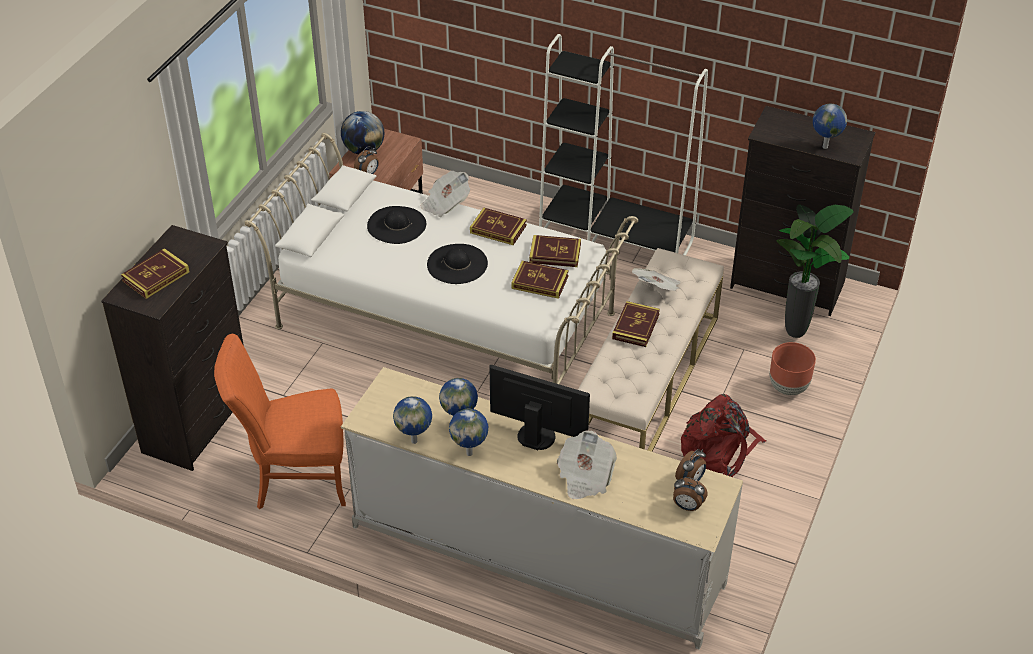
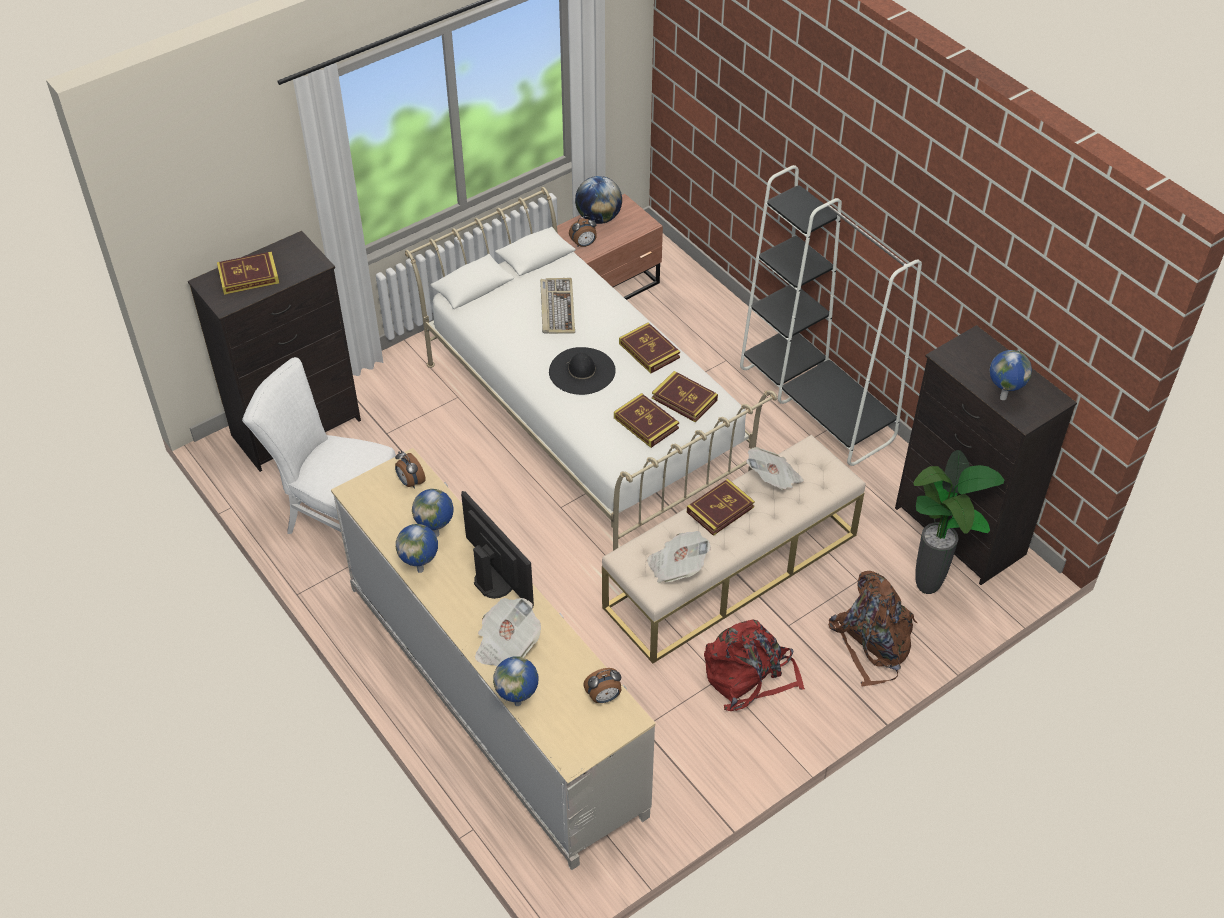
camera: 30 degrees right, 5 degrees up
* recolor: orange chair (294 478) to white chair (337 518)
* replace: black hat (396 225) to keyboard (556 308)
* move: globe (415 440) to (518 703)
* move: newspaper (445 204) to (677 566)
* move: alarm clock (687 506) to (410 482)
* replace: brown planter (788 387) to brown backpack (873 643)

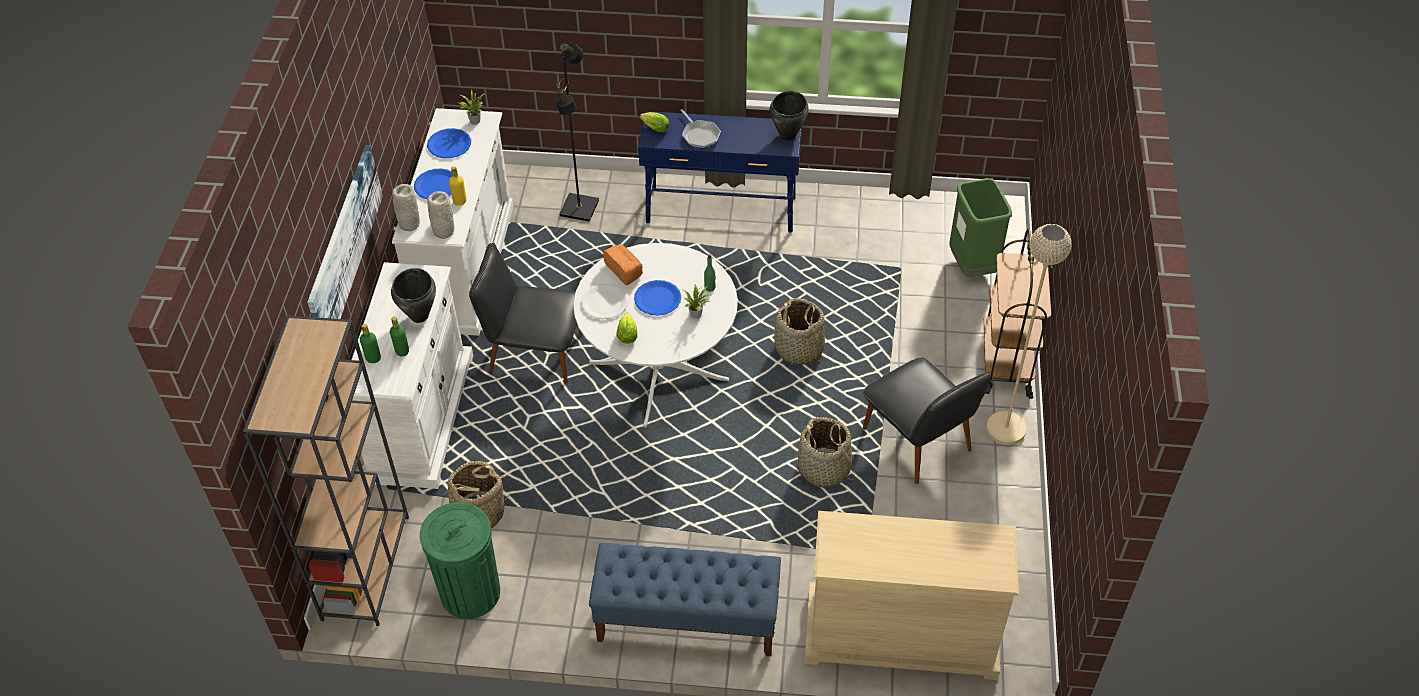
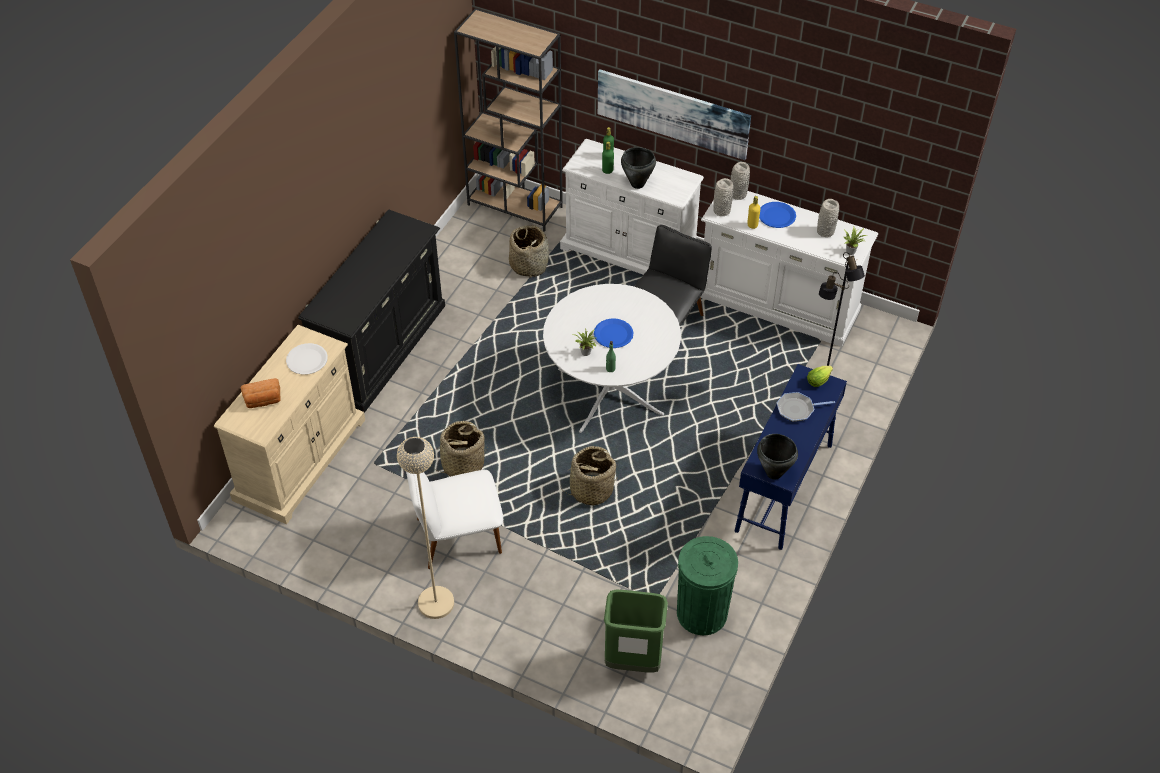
camera: 110 degrees right, 0 degrees up
* move: green trash can (470 592) to (702 613)
* replace: blue plate (449 145) to grey vase (825 231)
* move: white plate (604 302) to (307 360)
* replace: blue bench (686 620) to black cabinet (382 348)
* move: bread (624 270) to (263 401)
* delete: lettuce (627 334)
* recolor: black chair (916 439) to white chair (458 535)
* delete: brown cart (1007 360)

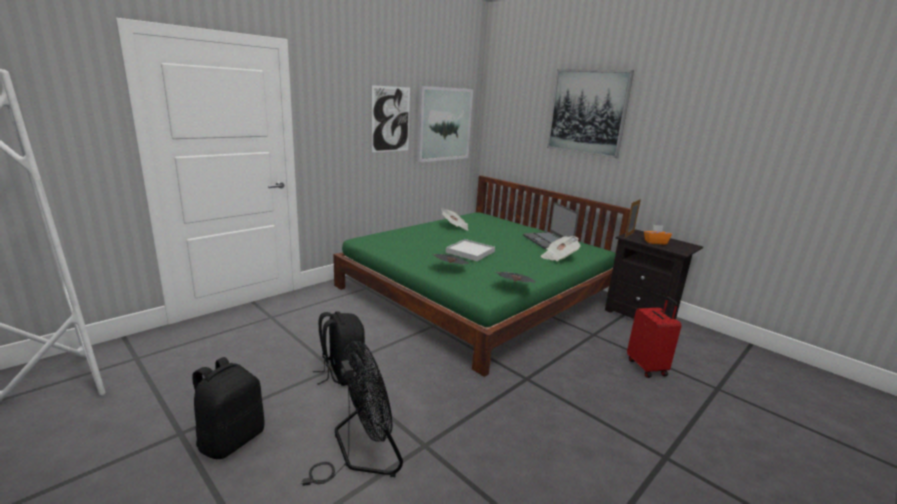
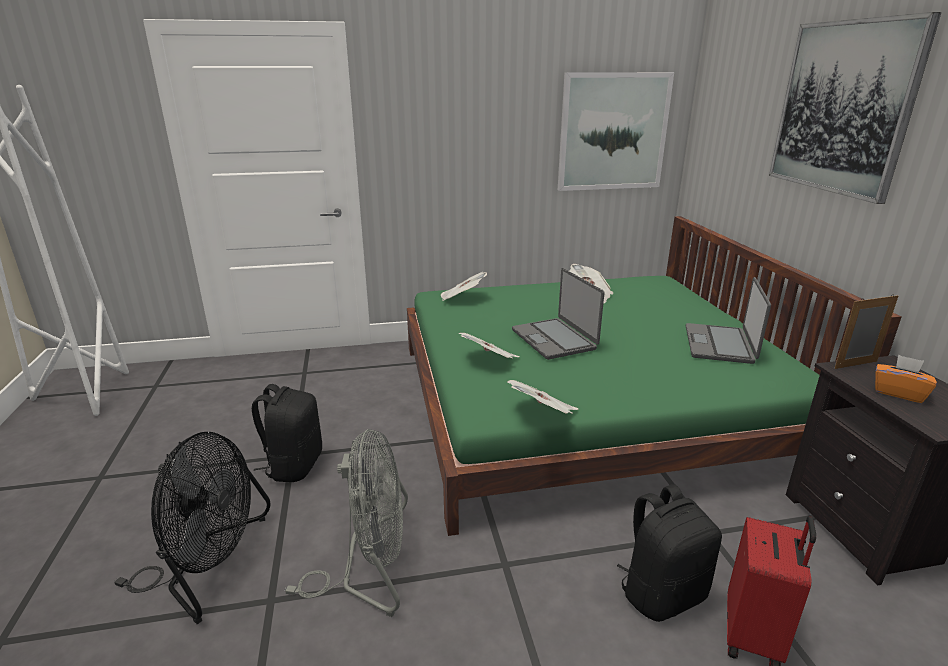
camera: 35 degrees right, 5 degrees up
* move: black backpack (231 439) to (662 593)
* delete: picture (391 119)
* replace: white tray (470 252) to laptop (554 339)
* move: newspaper (558 257) to (462 298)
* insert: grey fan (368 564)

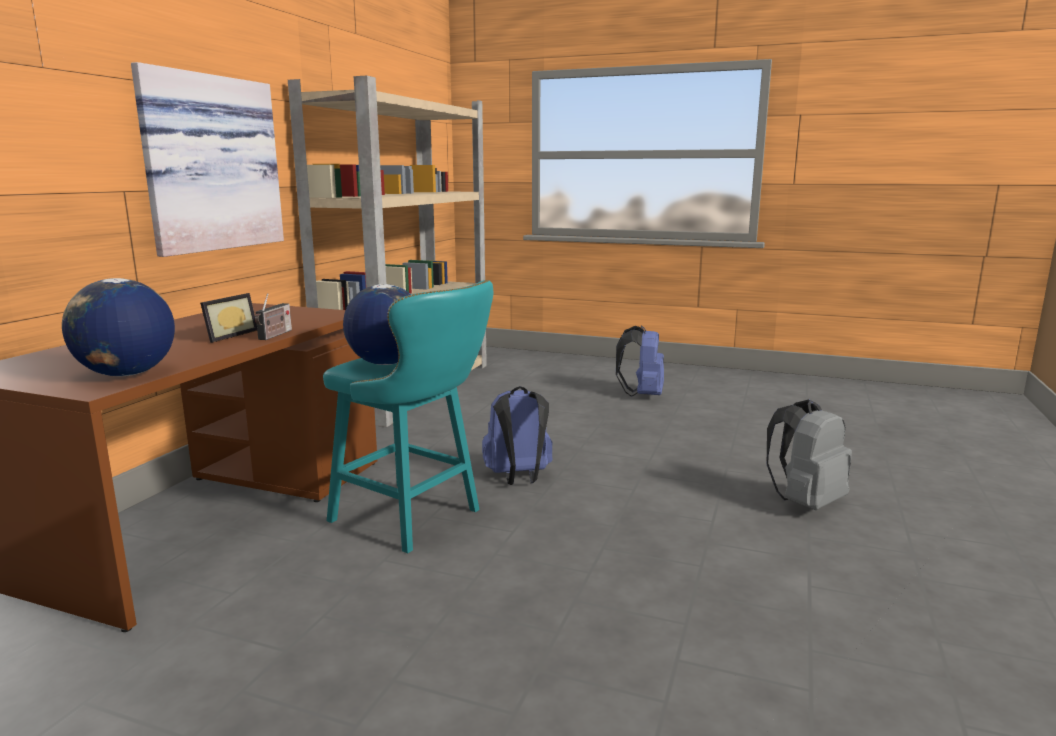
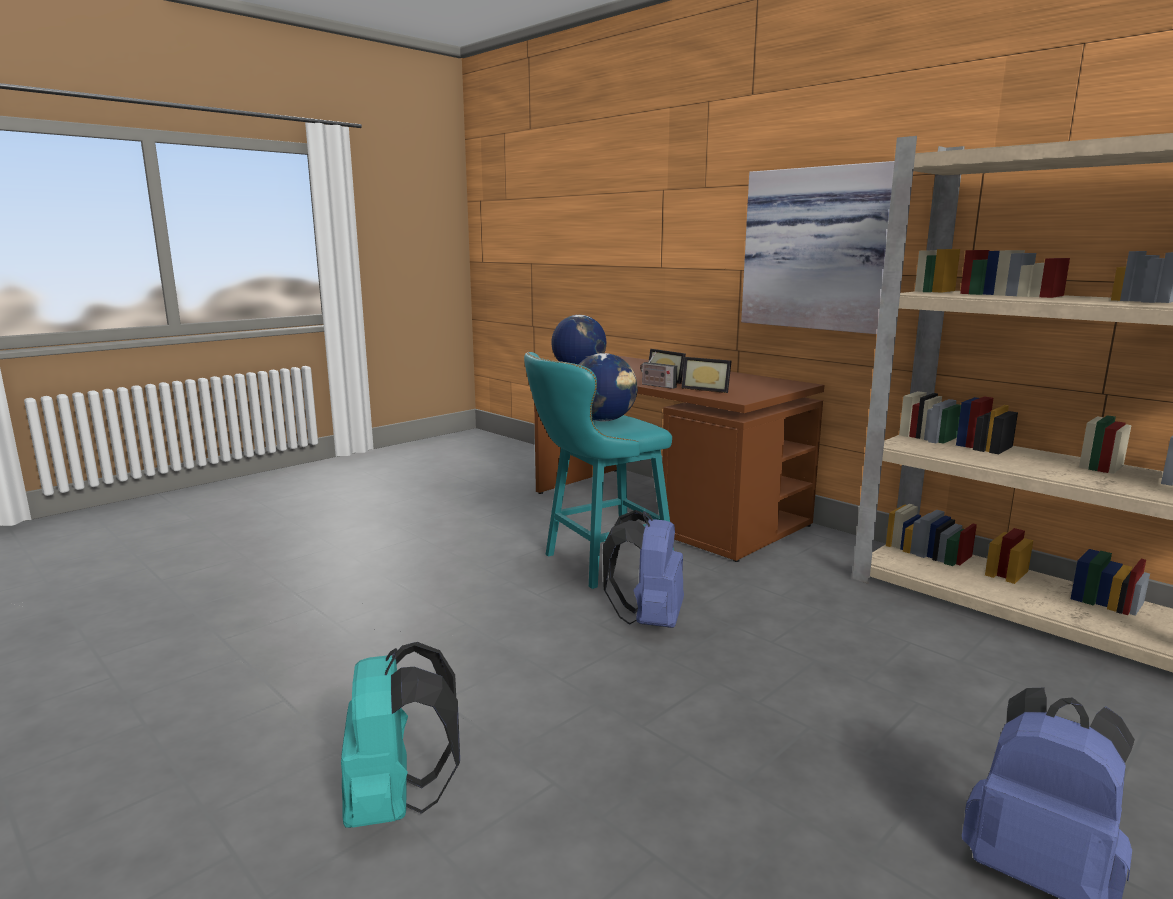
camera: 115 degrees right, 0 degrees up
* recolor: grey backpack (805 502) to turquoise backpack (396 803)
* insert: picture frame (707 389)

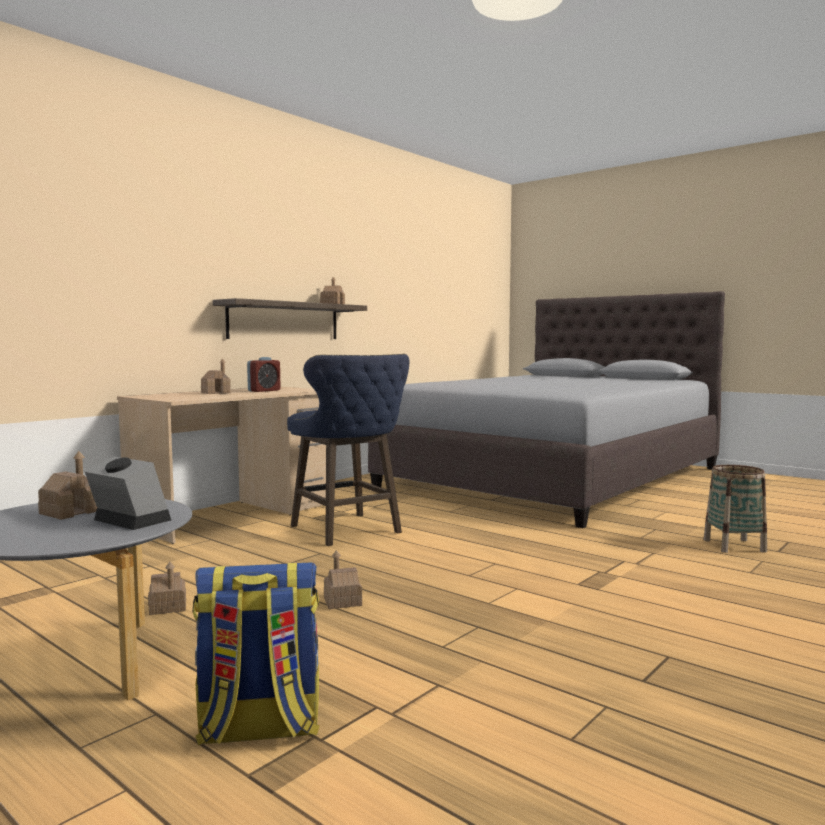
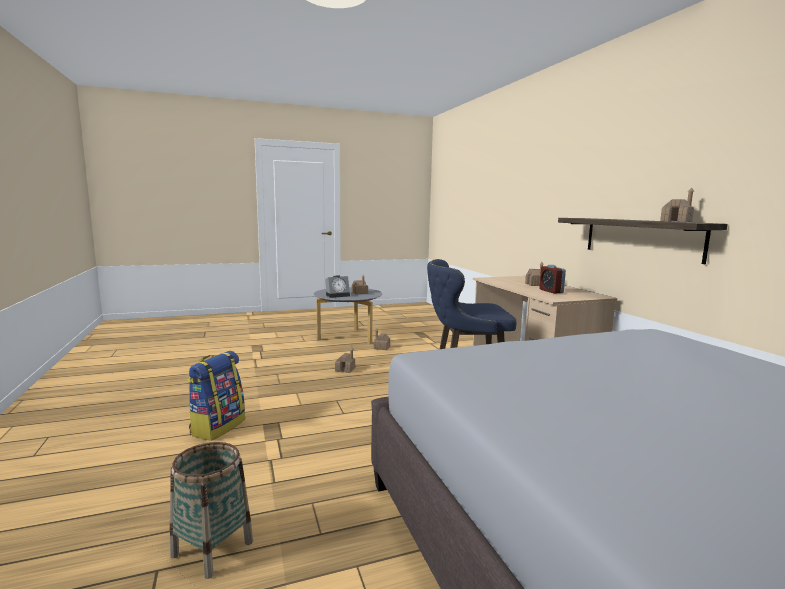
camera: 120 degrees right, 5 degrees up
* move: backpack (259 729) to (217 427)

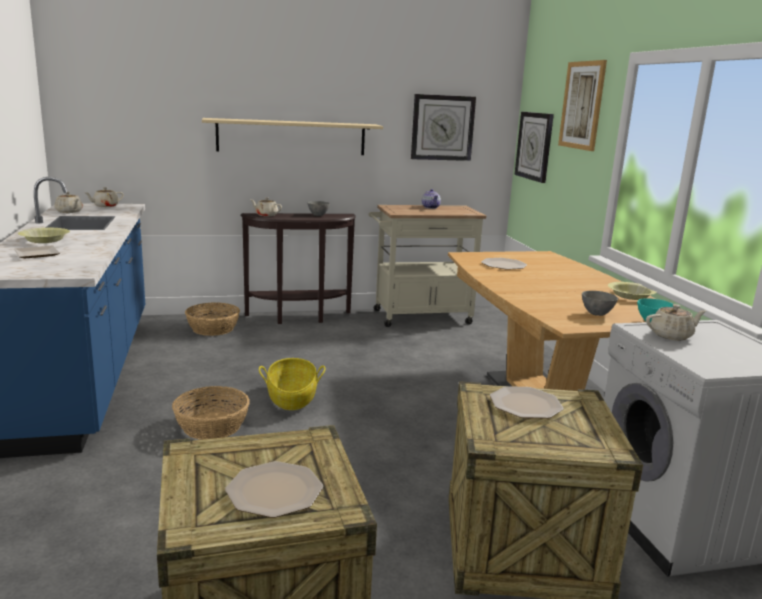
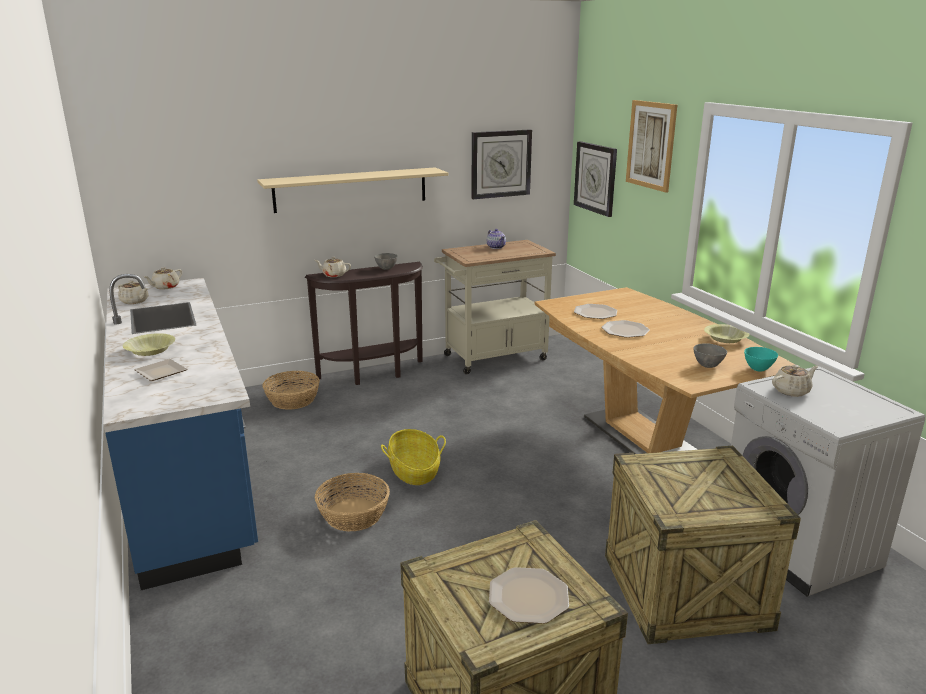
camera: 10 degrees left, 5 degrees up
* move: plate (524 404) to (624 330)

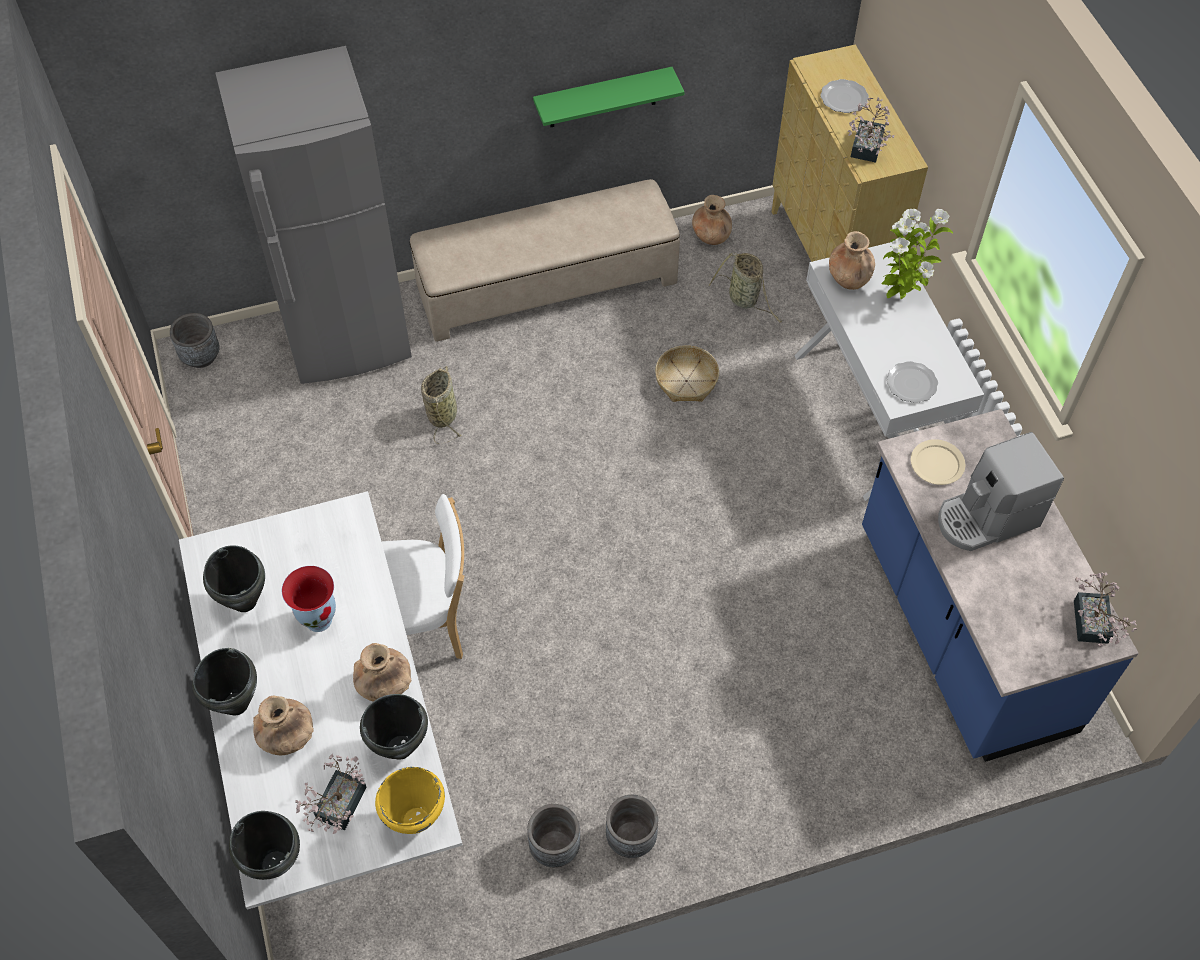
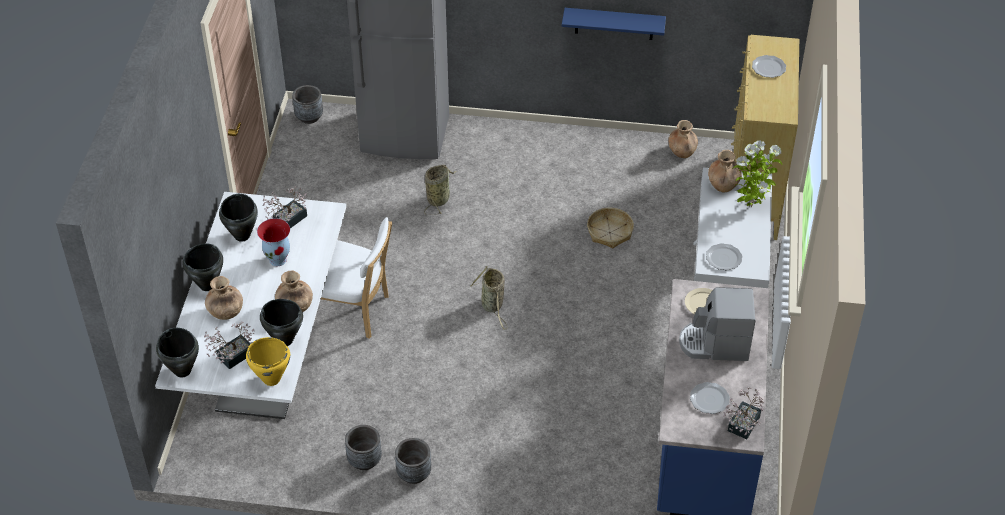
camera: 25 degrees right, 10 degrees down
* delete: beige bench (547 283)
* recolor: green shelf (603 98) to blue shelf (614 24)
* move: basket (745 300) to (493 306)
* move: potted plant (865 150) to (287 221)
* insert: plate (709 399)

